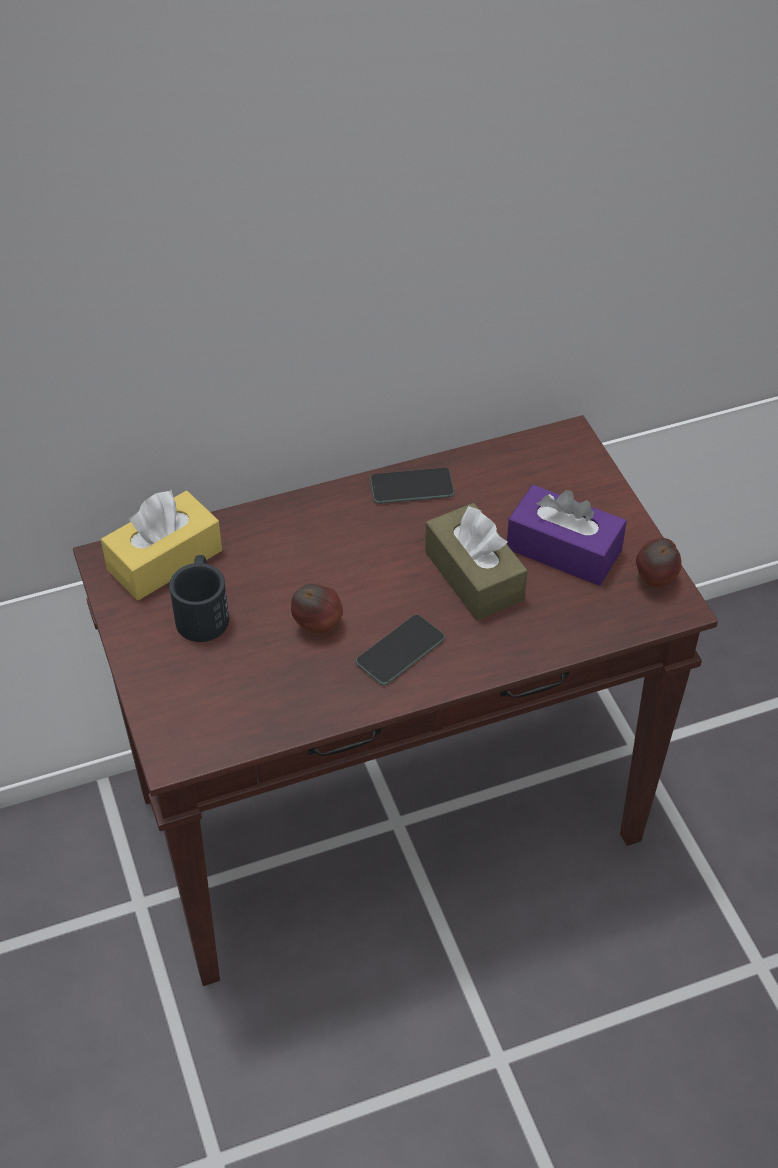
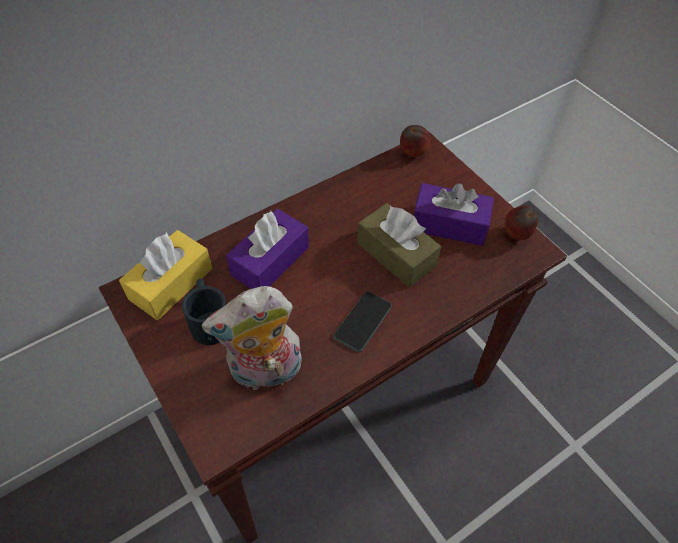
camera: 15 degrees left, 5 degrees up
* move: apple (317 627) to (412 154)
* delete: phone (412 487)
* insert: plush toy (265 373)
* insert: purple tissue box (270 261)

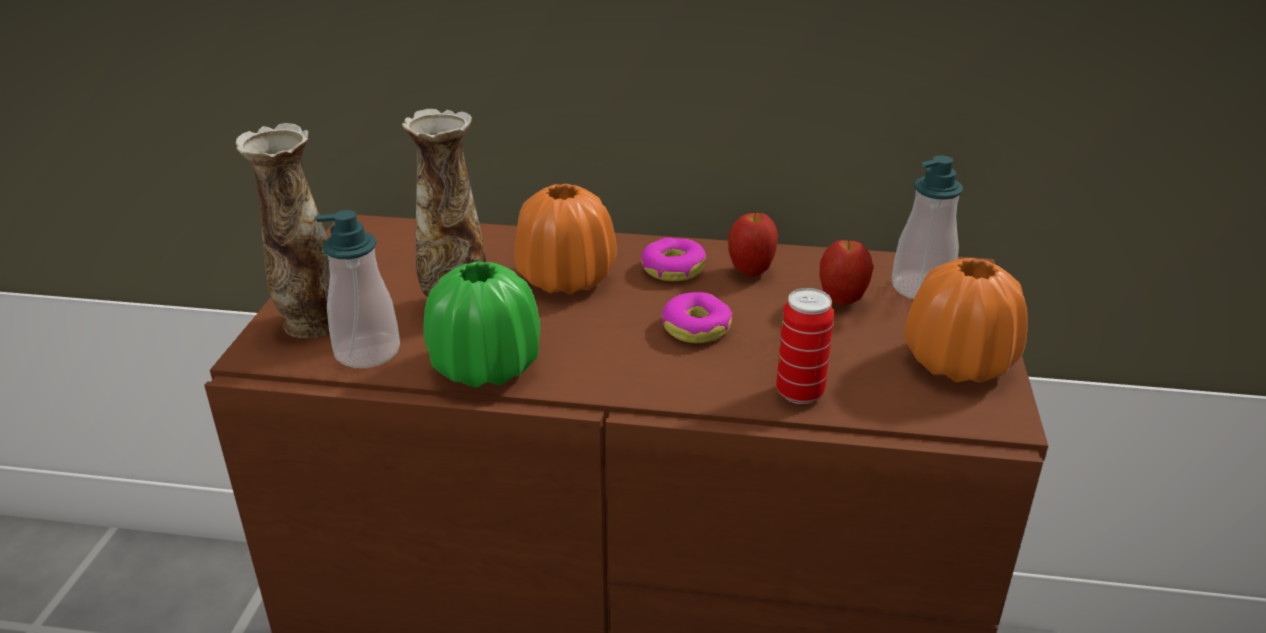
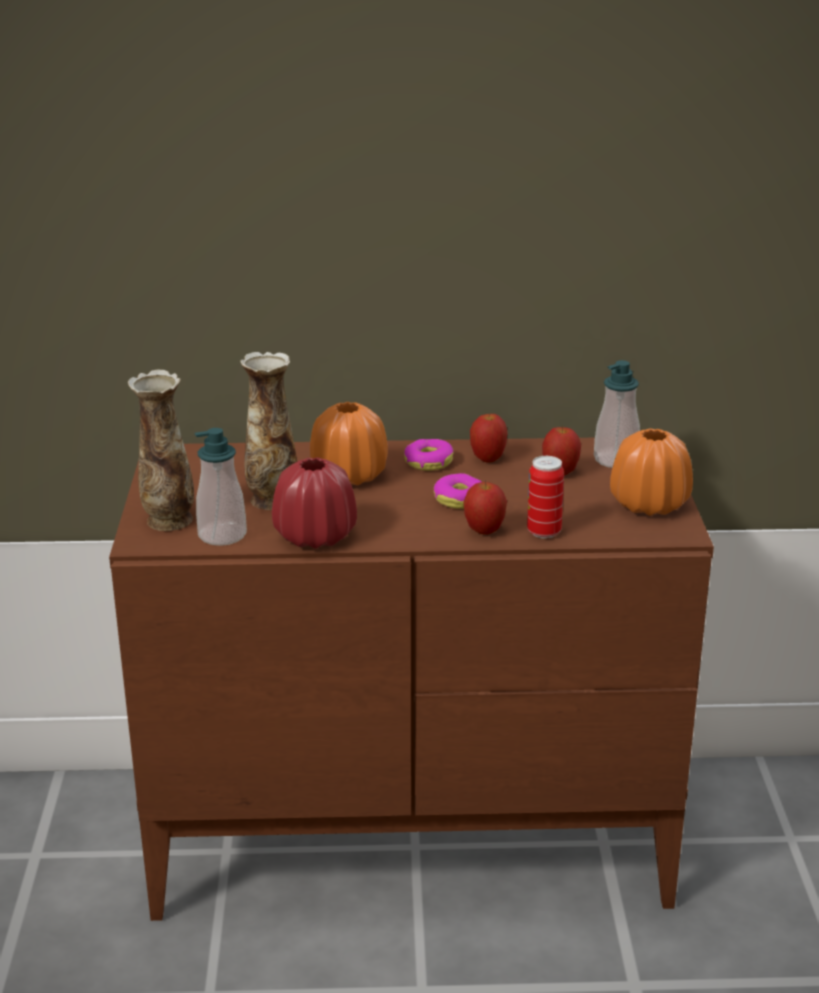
camera: 10 degrees left, 5 degrees down
* recolor: green vase (486 366) to red vase (315 536)
* insert: apple (484 531)

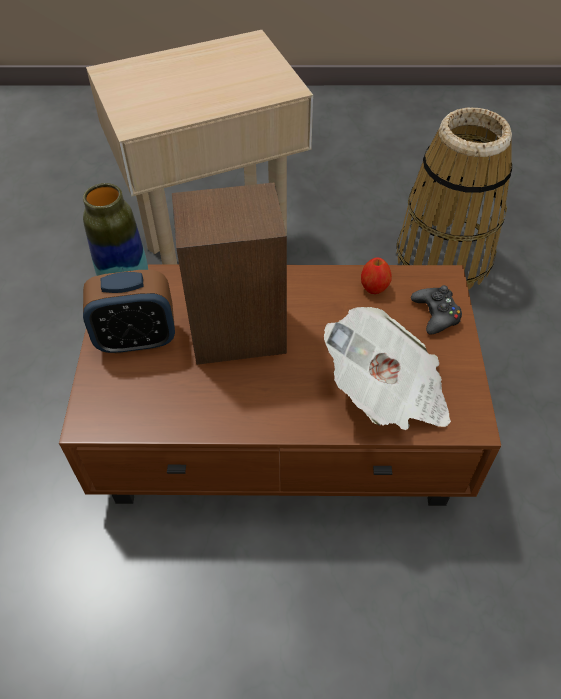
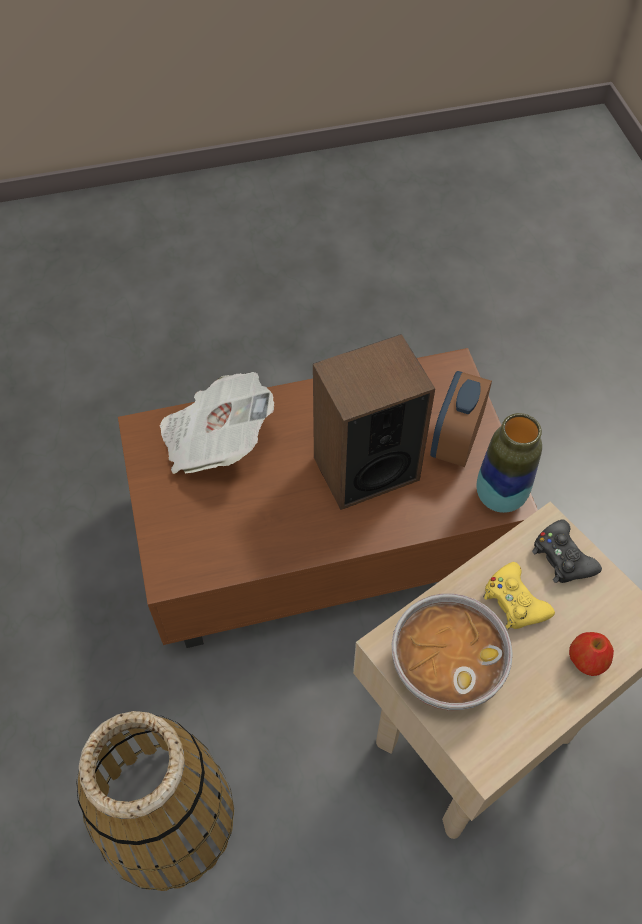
camera: 165 degrees right, 5 degrees up
* rotate: alarm clock (137 339) = (455 441) 45 degrees counterclockwise
* move: apple (374 288) to (585 661)
* move: black game controller (436 314) to (562 557)
* insert: bowl (445 665)
* insert: yellow game controller (514 602)

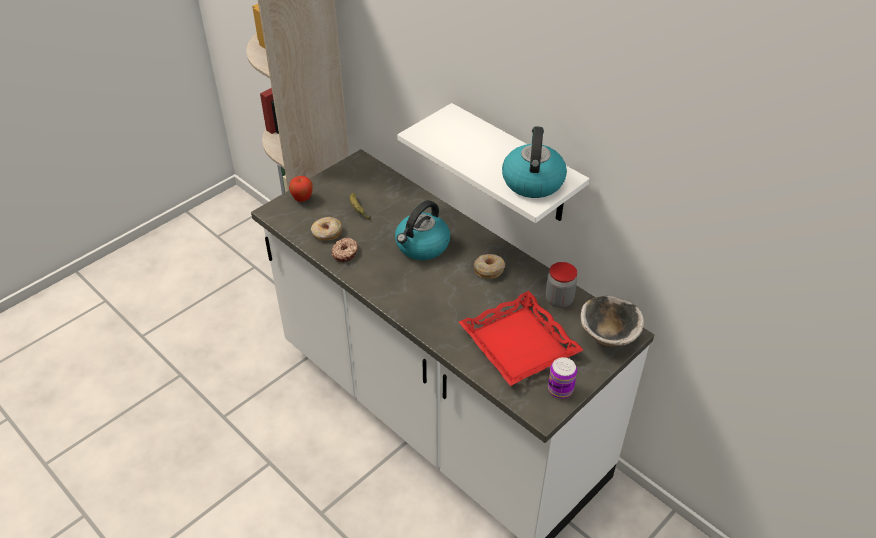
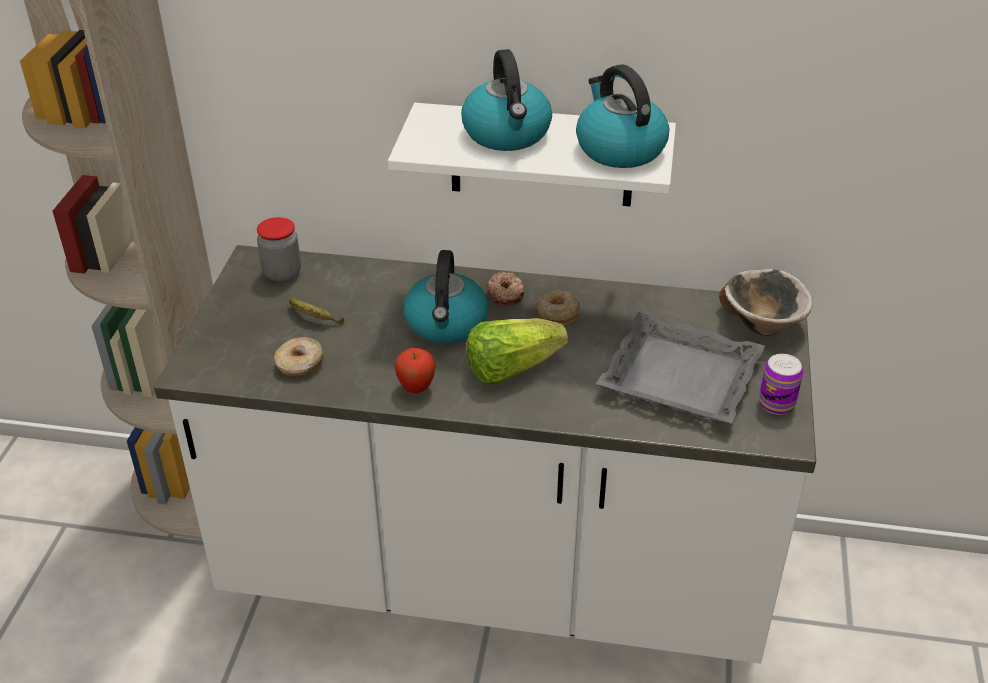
camera: 35 degrees left, 5 degrees down
* move: apple (302 199) to (416 388)
* move: donut (345 253) to (506 294)
* recolor: red tray (518 344) to grey tray (679 379)
* move: jar (559 300) to (282 273)
* insert: kettle (507 134)
* insert: lettuce (511 368)

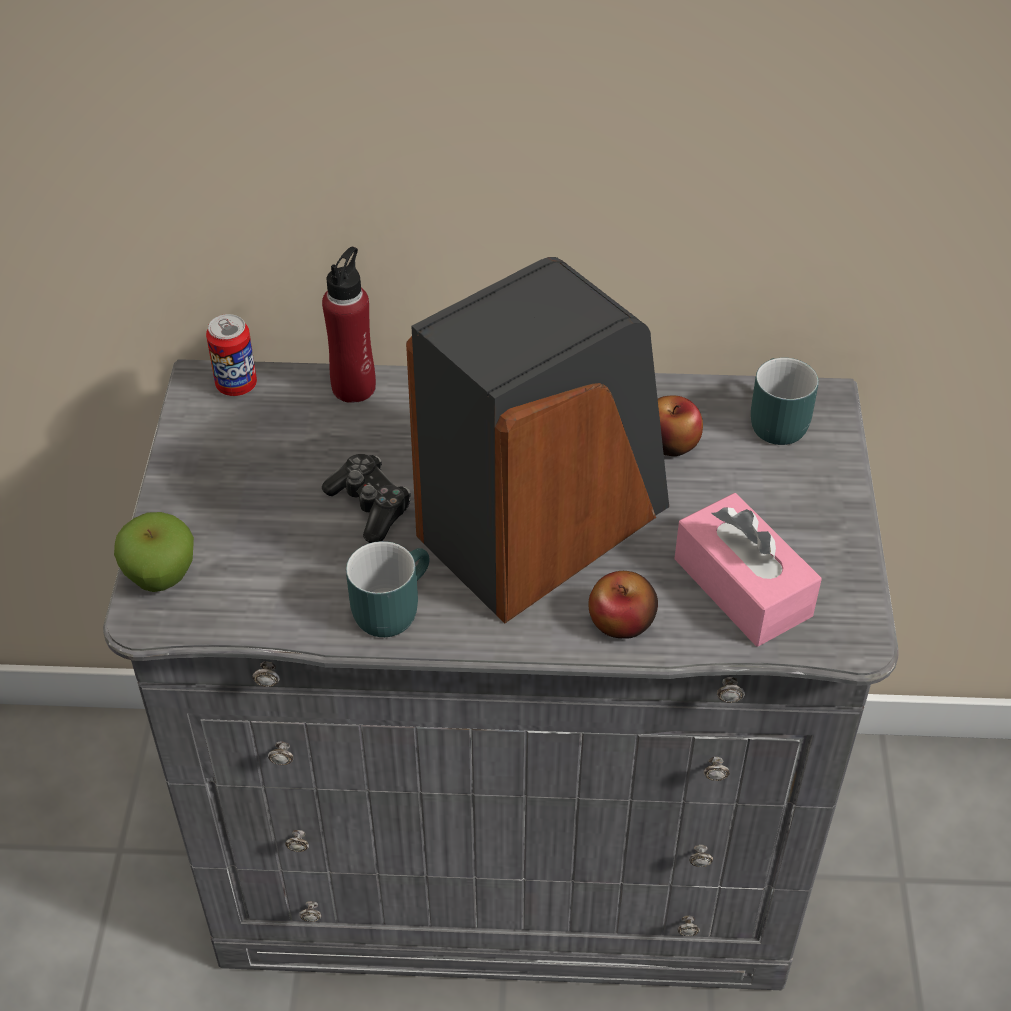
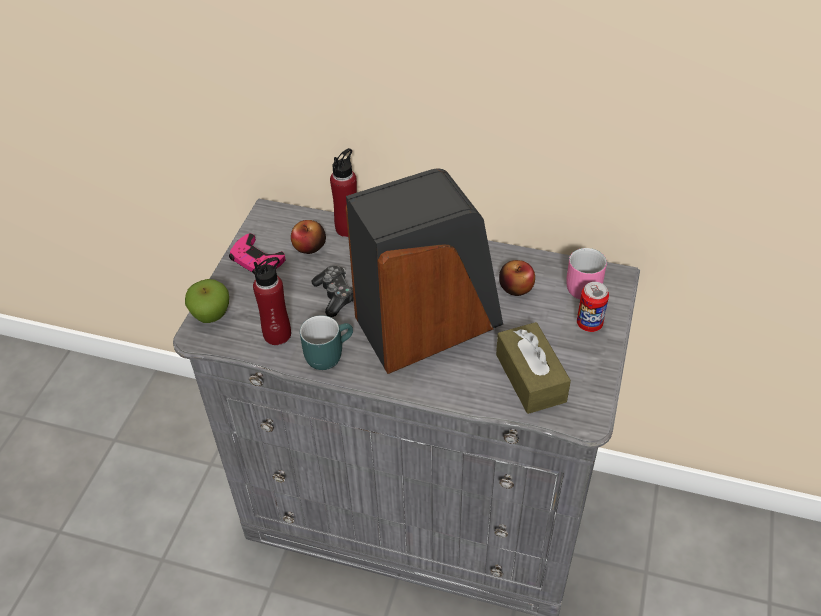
camera: 15 degrees right, 0 degrees up
* move: can (236 385) to (589 324)
* move: apple (621 622) to (309 247)
* recolor: pink tissue box (742 587) to brown tissue box (530 378)
* recolor: turquoise mug (772 420) to pink mug (580 284)
* insert: pink game controller (256 259)
* insert: red bottle (277 334)

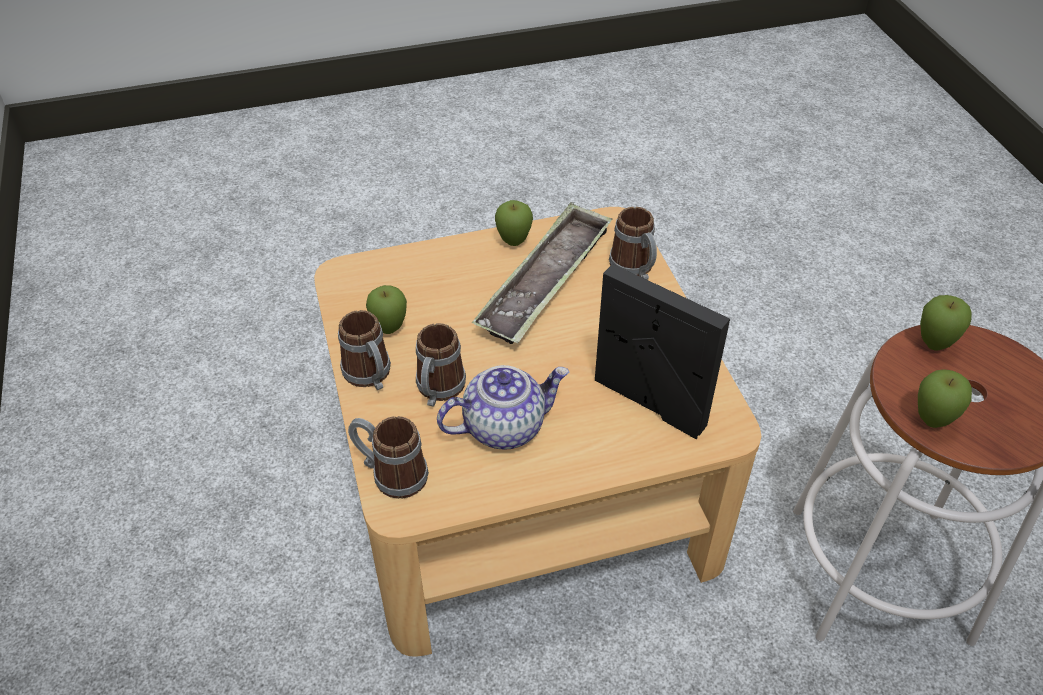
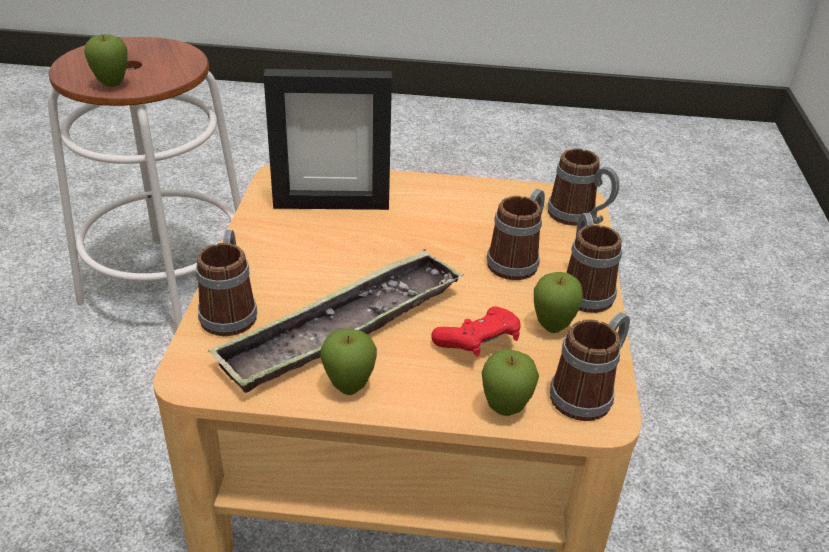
camera: 160 degrees left, 10 degrees down
* delete: teapot (504 426)
* rotate: picture frame (648 404) = (331 203) 60 degrees counterclockwise
* move: apple (931 421) to (504 410)
* insert: red game controller (478 344)
* insert: mug (588 393)

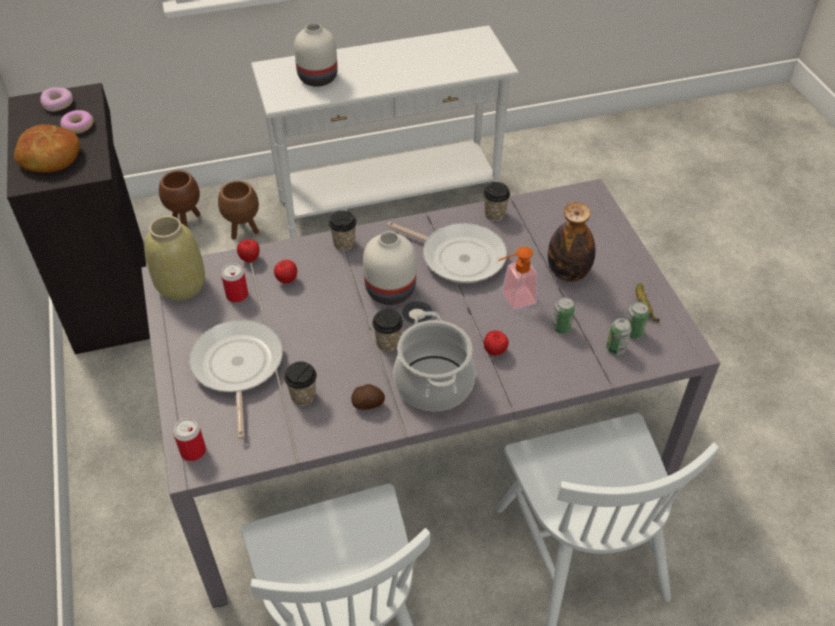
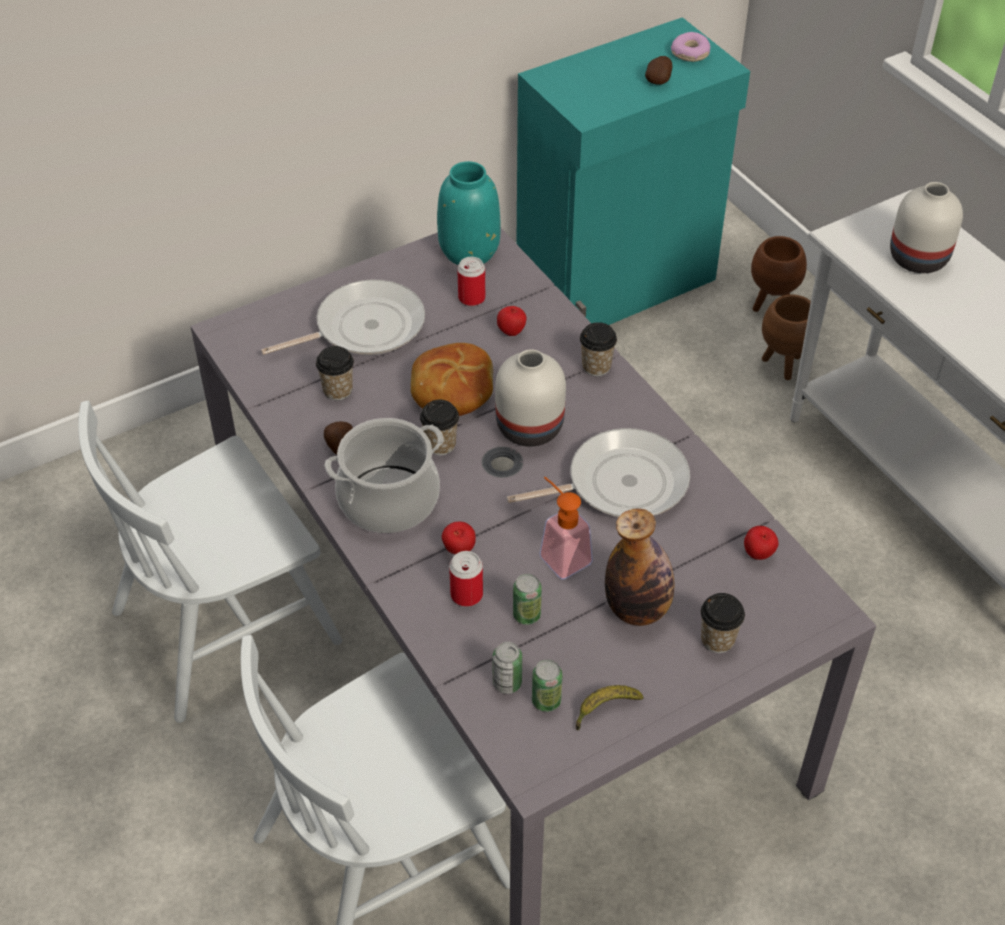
camera: 75 degrees right, 0 degrees up
* recolor: black cabinet (113 293) to turquoise cabinet (619 284)
* move: bread (49 158) to (452 390)
* replace: donut (78 126) to potato (659 80)
* recolor: beige vase (180 286) to turquoise vase (468 251)
* move: can (193 451) to (466 594)
* move: apple (250 259) to (758 554)
* rotate: frying pan (459 257) = (620 483) 120 degrees counterclockwise
* move: cup (494 214) to (717 640)

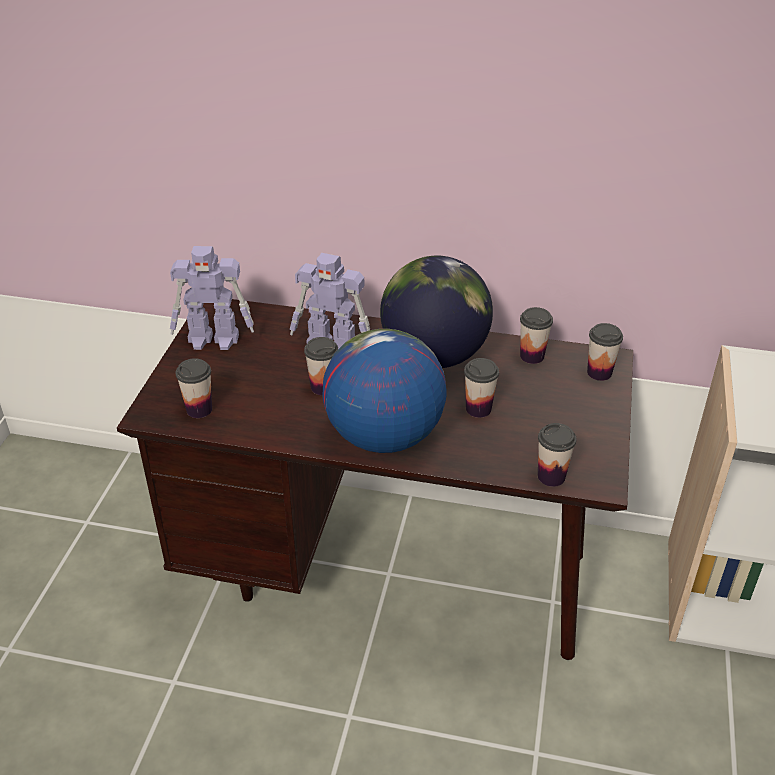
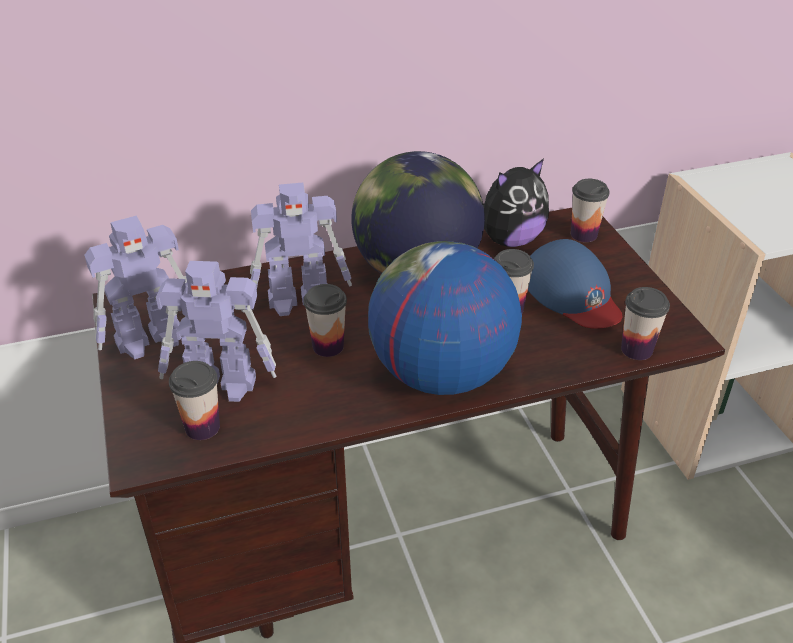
camera: 30 degrees left, 0 degrees up
* replace: cup (532 356) to plush toy (510 240)
* insert: toy robot (222 384)
* insert: blue cap (572 293)

